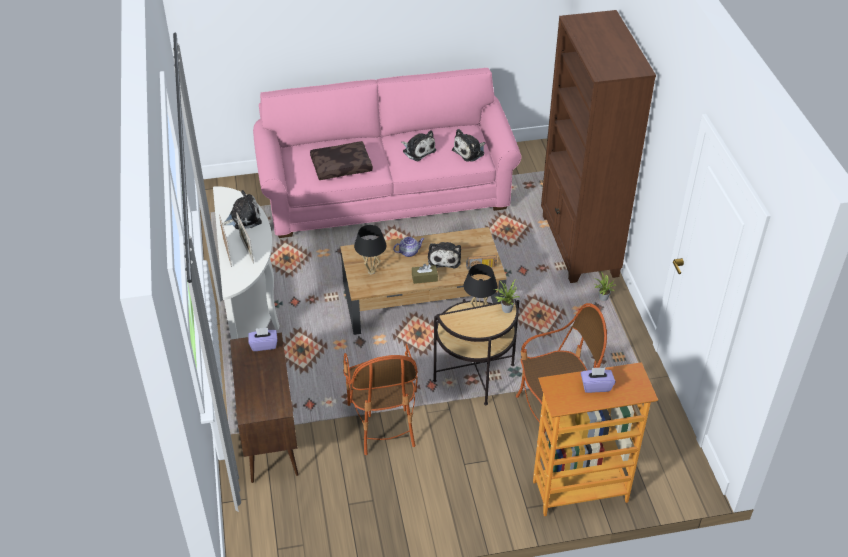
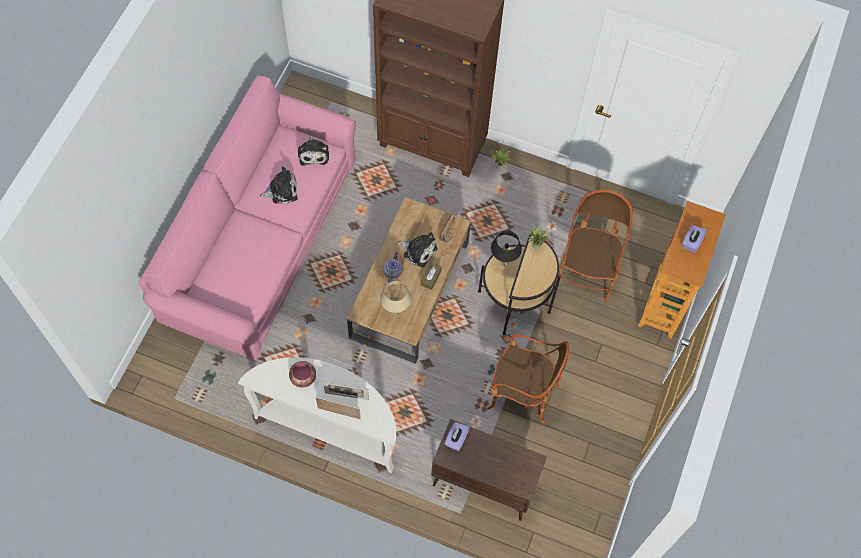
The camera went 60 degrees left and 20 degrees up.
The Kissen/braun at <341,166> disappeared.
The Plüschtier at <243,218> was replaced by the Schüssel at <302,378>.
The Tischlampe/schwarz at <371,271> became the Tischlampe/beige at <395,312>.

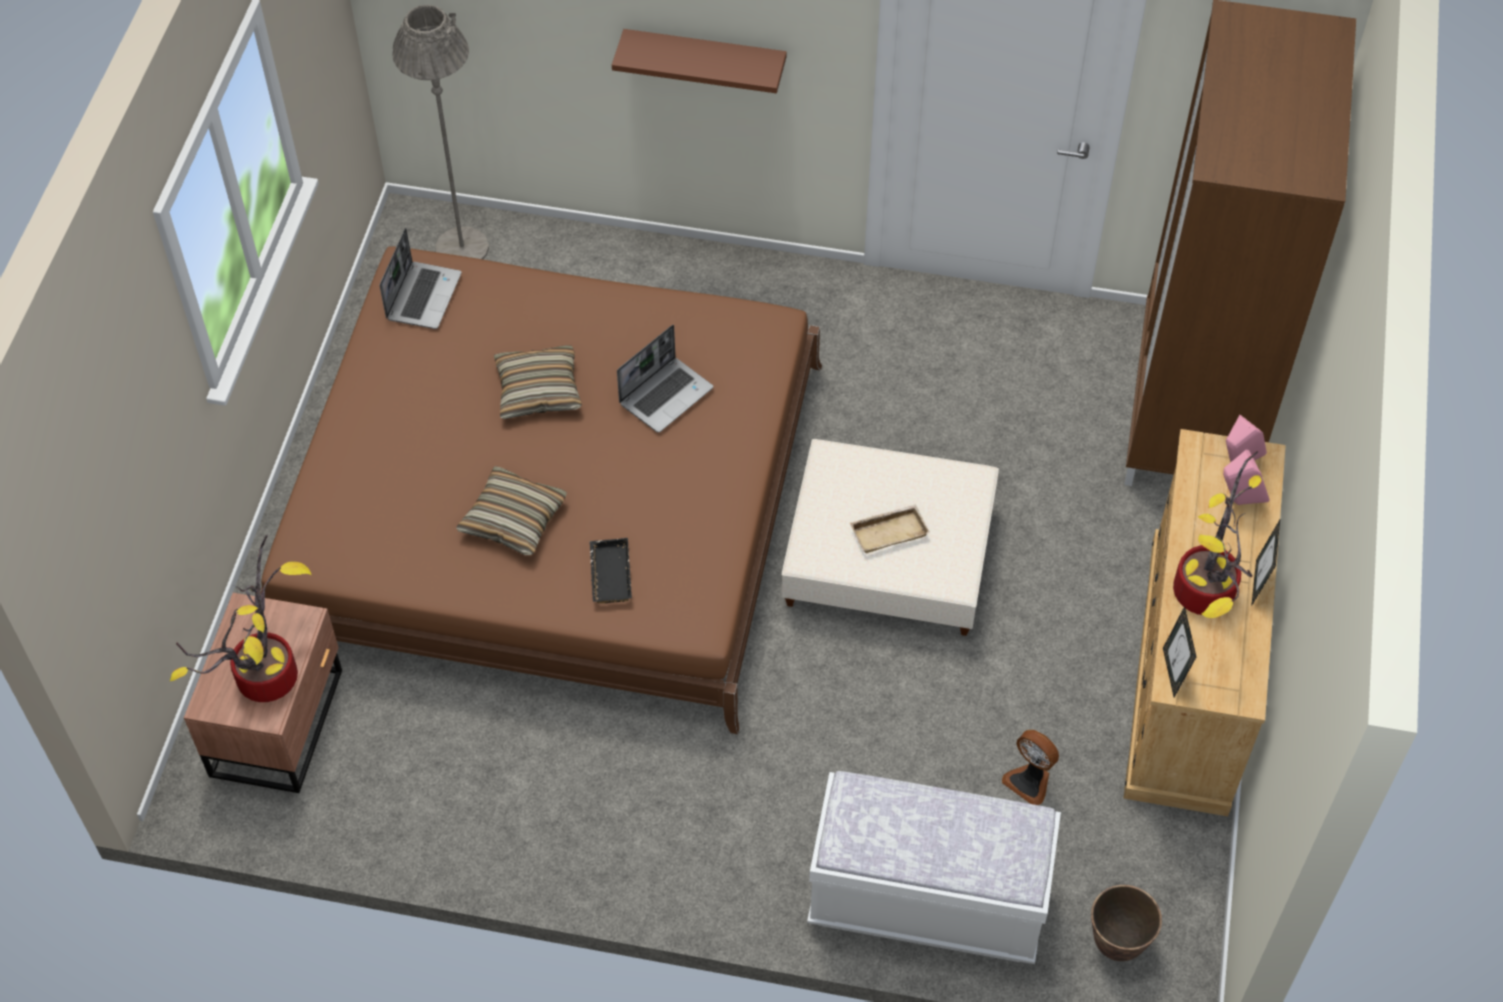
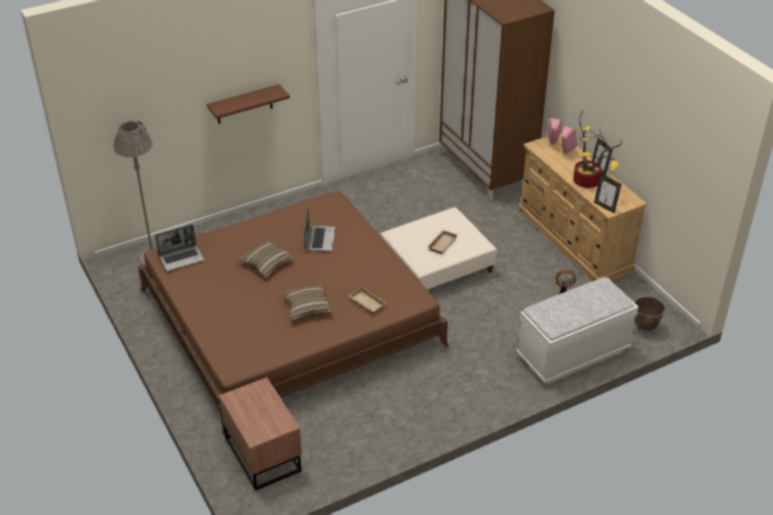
The camera went 40 degrees left and 15 degrees down.
The Laptop at <423,296> turned 90 degrees clockwise.
The Topfpflanze at <266,672> disappeared.
The Tablett/schwarz at <608,574> became the Tablett/beige at <366,303>.

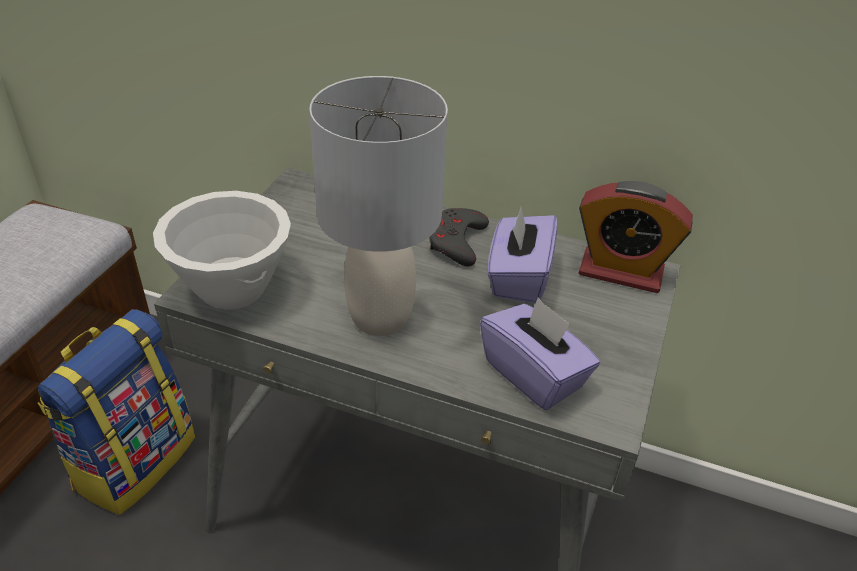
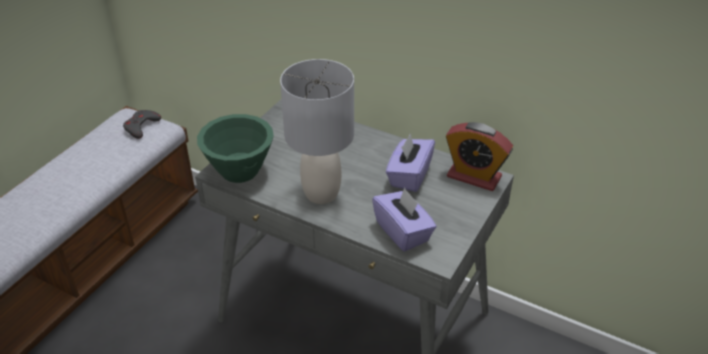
The camera went 10 degrees right and 0 degrees up.
The Schüssel/weiß at <232,289> became the Schüssel/grün at <239,171>.
The Gamepad/grau moved from <457,241> to <141,126>.
The Rucksack at <135,461> disappeared.

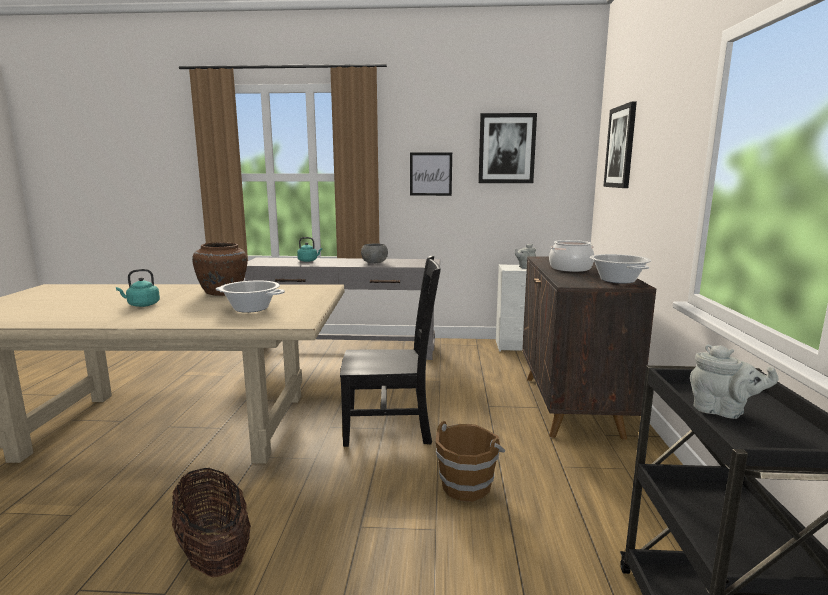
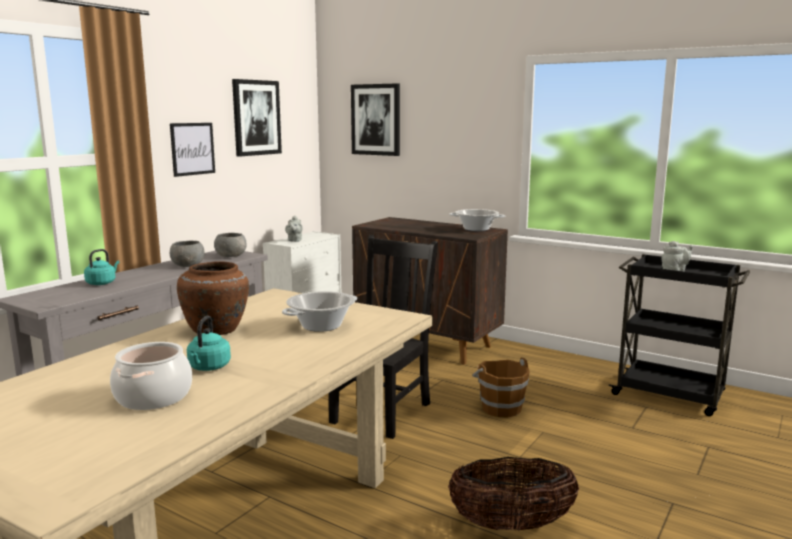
The camera went 60 degrees left and 0 degrees up.
The Kochtopf moved from <570,268> to <153,397>.
The Schüssel/grau at <231,256> appeared.

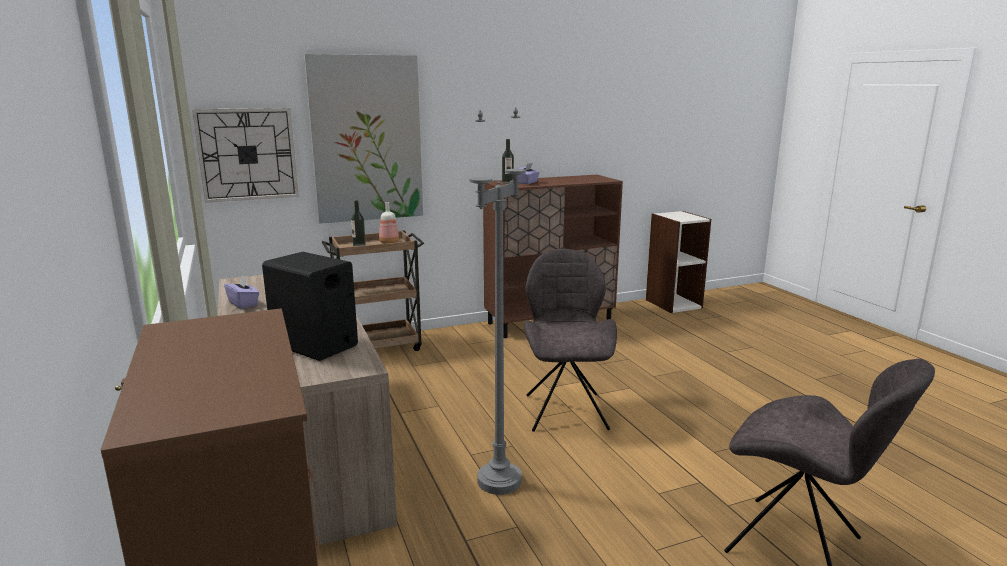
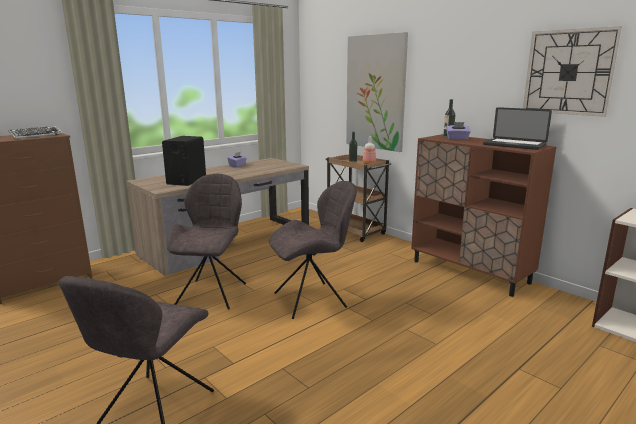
The camera went 70 degrees right and 0 degrees up.
The Wanduhr moved from <247,154> to <569,72>.
The Stehlampe/grau at <499,481> was replaced by the Stuhl/grau at <213,293>.
The Laptop at <514,145> appeared.
The Tastatur at <36,135> appeared.

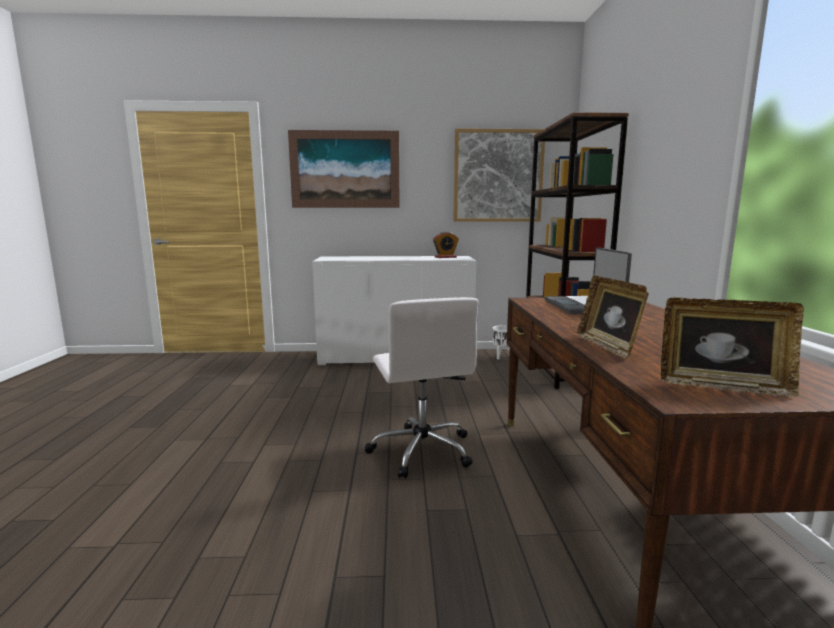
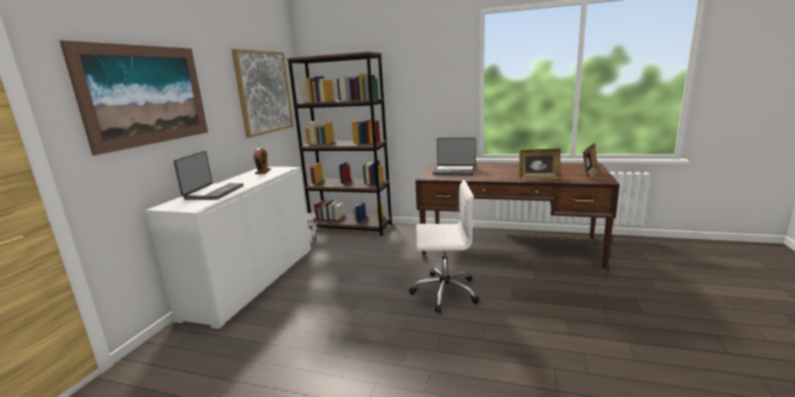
The camera went 70 degrees left and 5 degrees up.
The Laptop at <213,192> appeared.

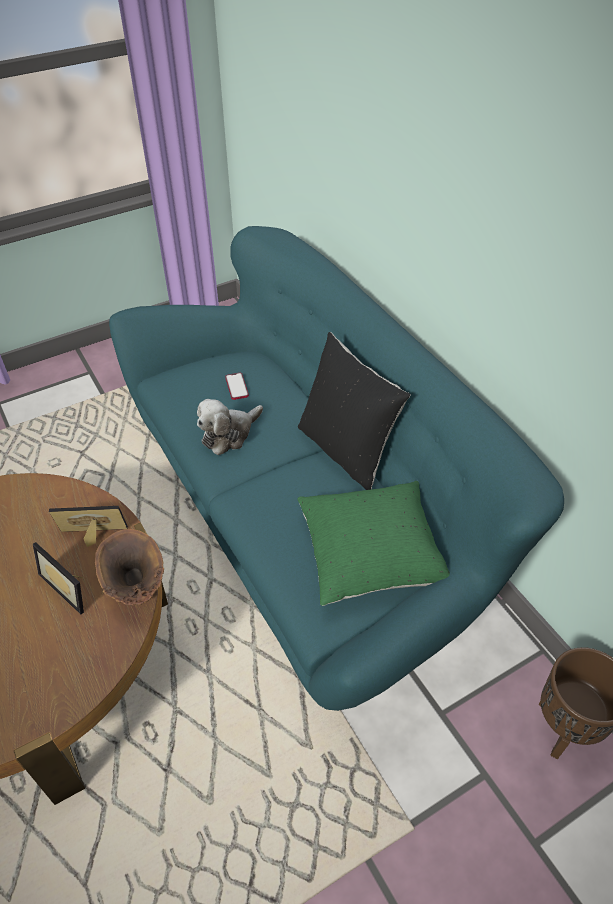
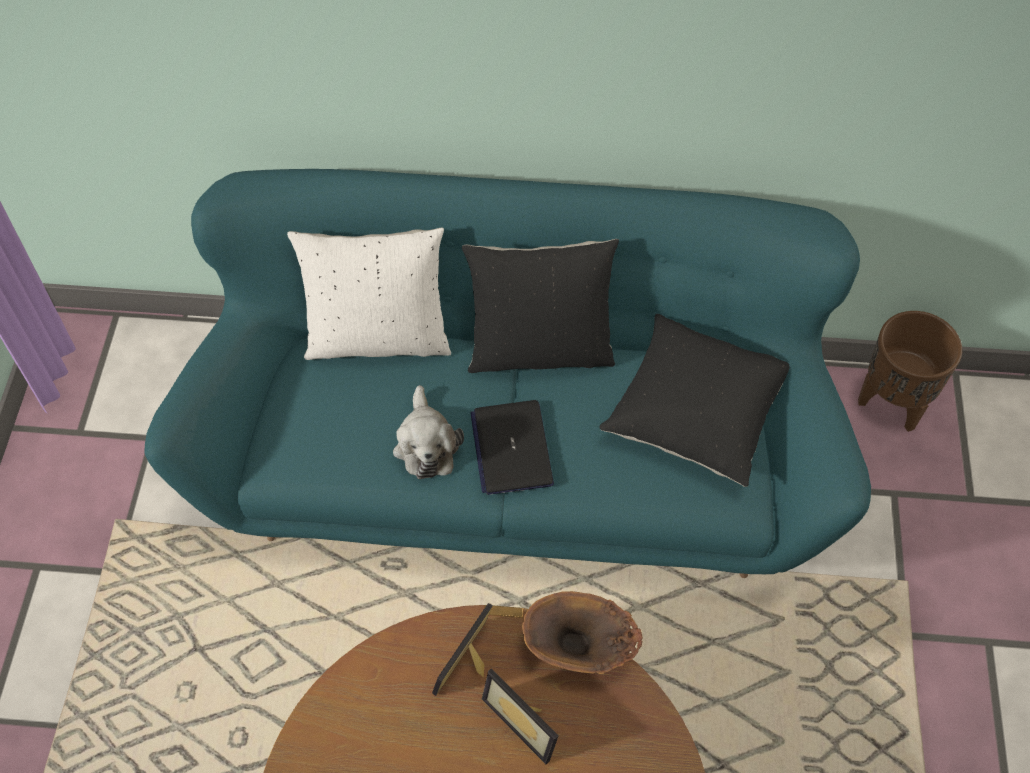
The camera went 55 degrees left and 10 degrees up.
The Handy at <236,387> disappeared.
The Kissen/grün at <370,555> became the Kissen/schwarz at <695,414>.
The Bilderrahmen at <70,585> turned 60 degrees clockwise.
The Kissen/weiß at <378,337> appeared.
The Laptop at <511,448> appeared.

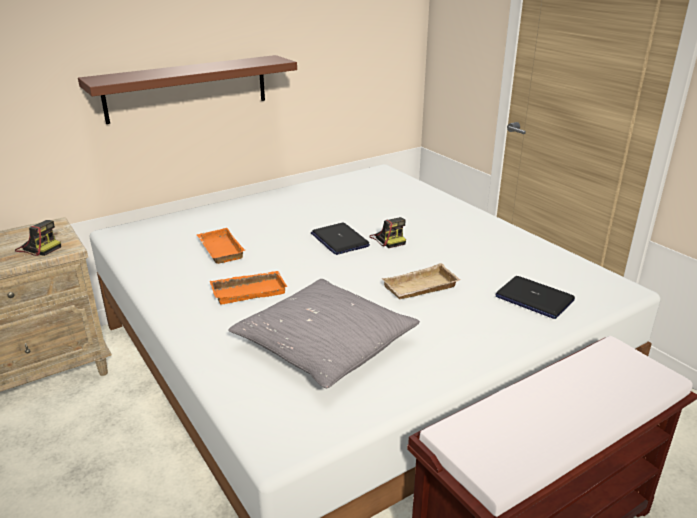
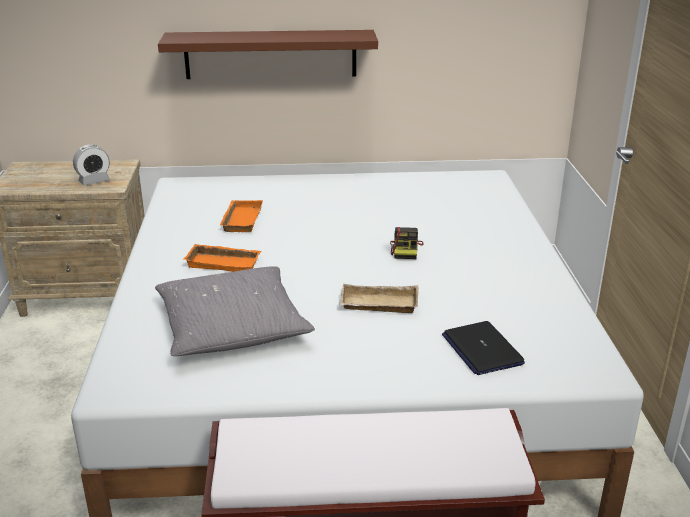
The camera went 30 degrees right and 0 degrees up.
The Kamera at <39,248> was replaced by the Wecker at <94,181>.
The Laptop at <339,240> disappeared.

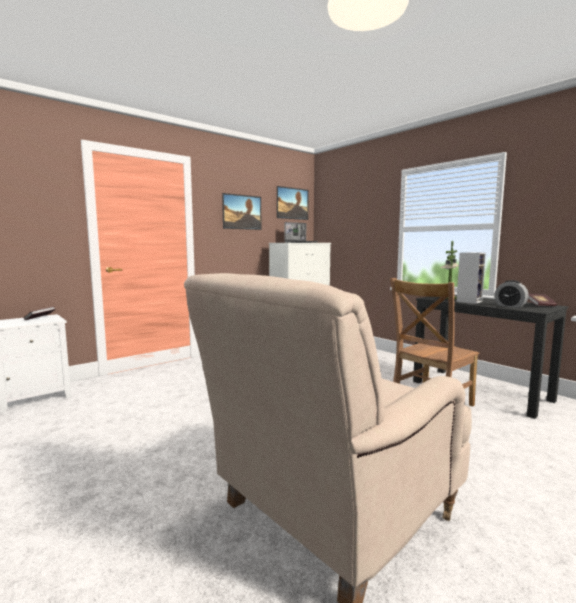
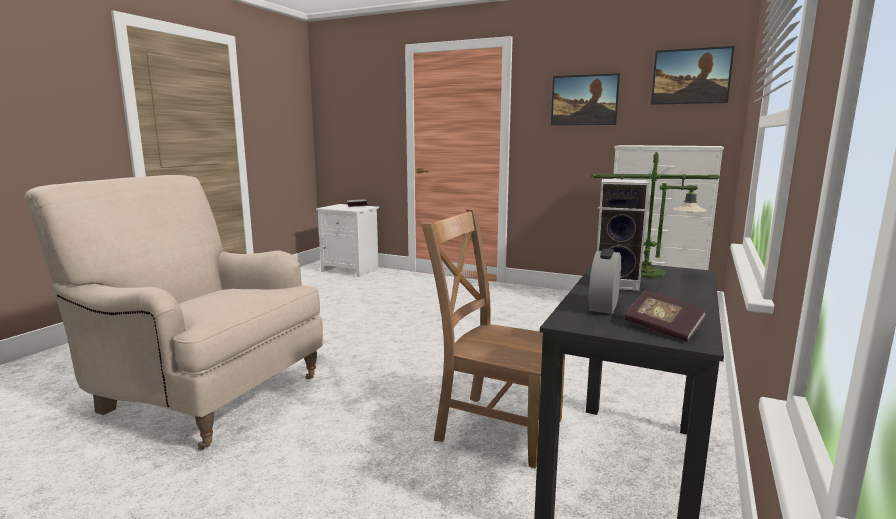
The camera went 65 degrees right and 5 degrees up.
The Laptop at <301,242> disappeared.

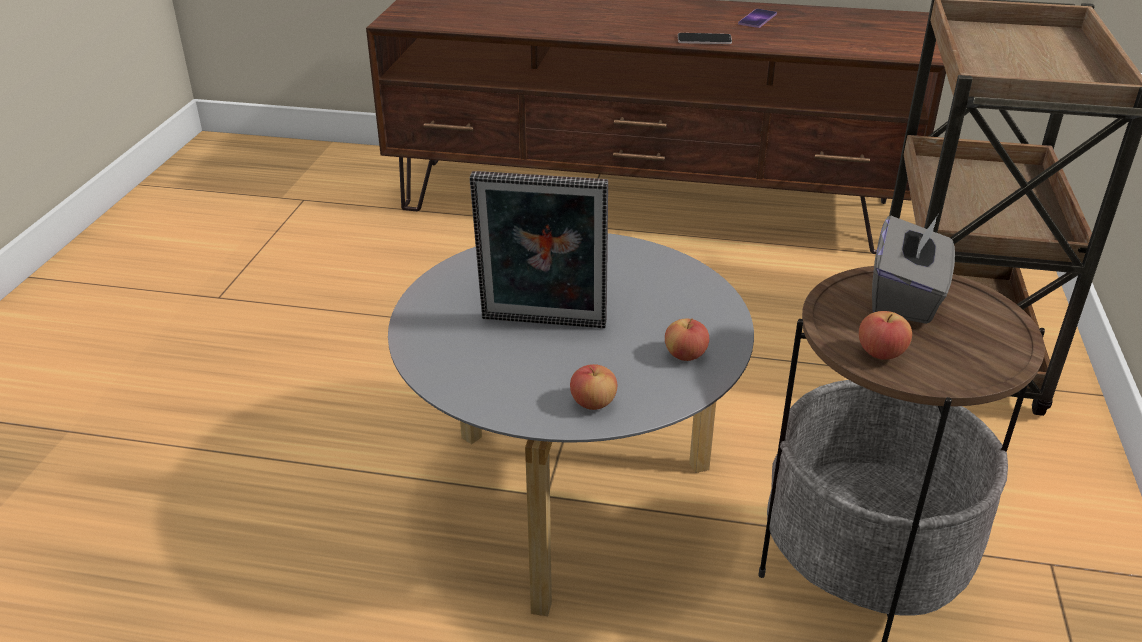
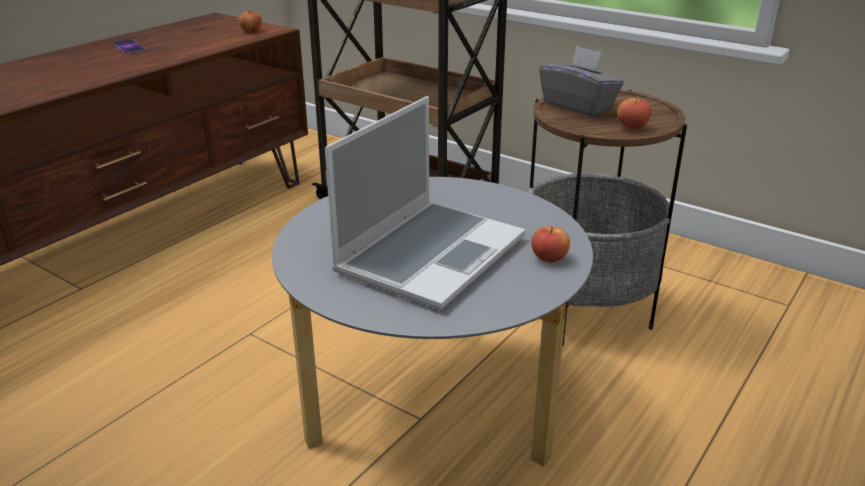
The camera went 65 degrees left and 5 degrees down.
The Handy at <704,40> disappeared.
The Bilderrahmen at <542,325> was replaced by the Laptop at <430,254>.
The Apfel moved from <685,355> to <251,31>.

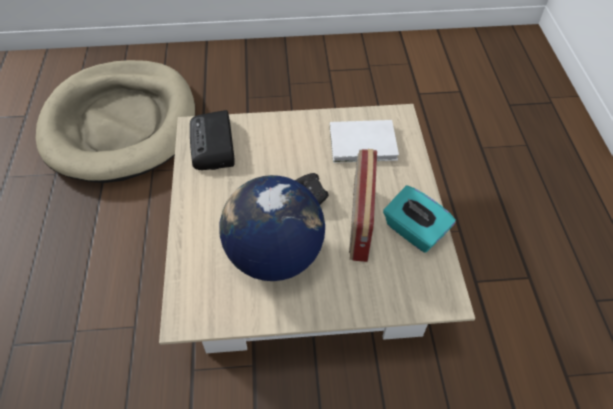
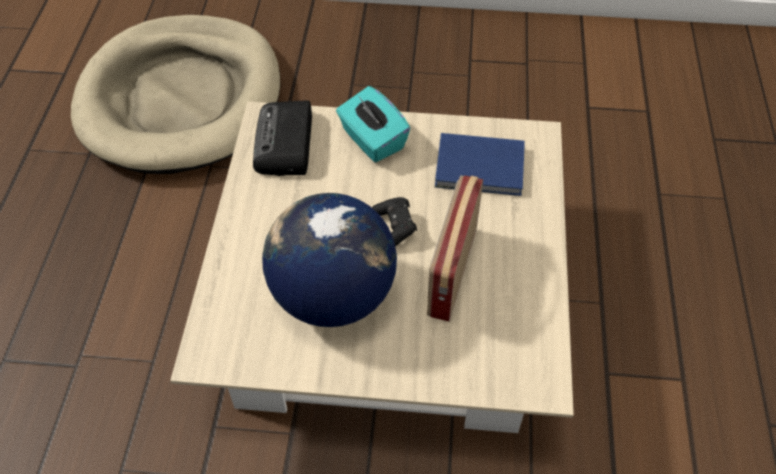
The camera went 10 degrees right and 0 degrees up.
The Buch/weiß at <364,144> became the Buch/blau at <482,168>.
The Taschentuchbox/türkis moved from <414,231> to <372,140>.

